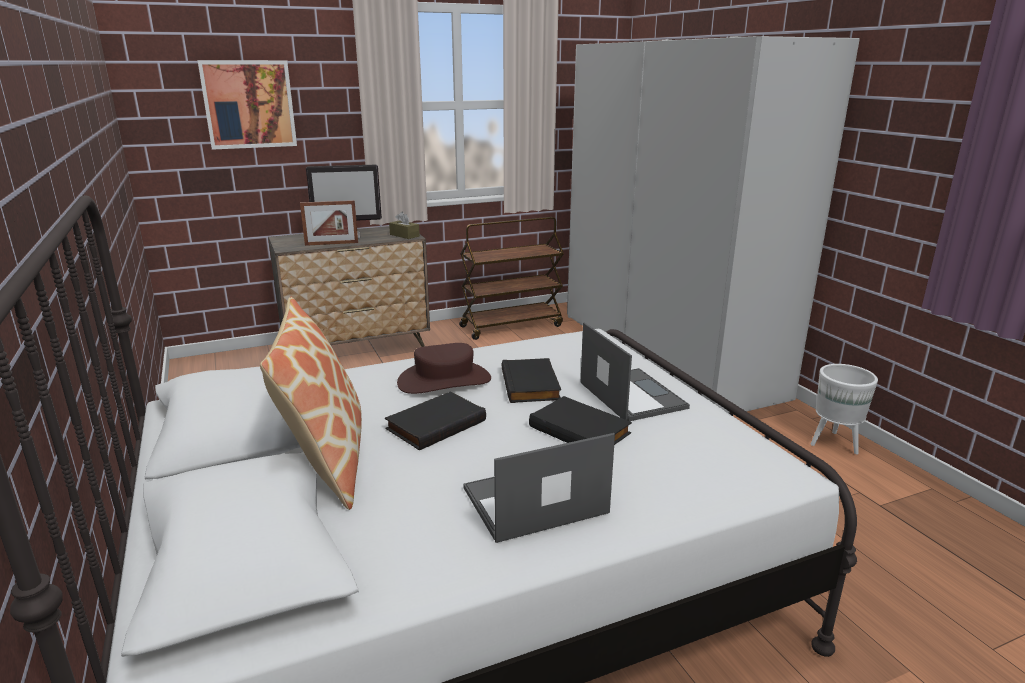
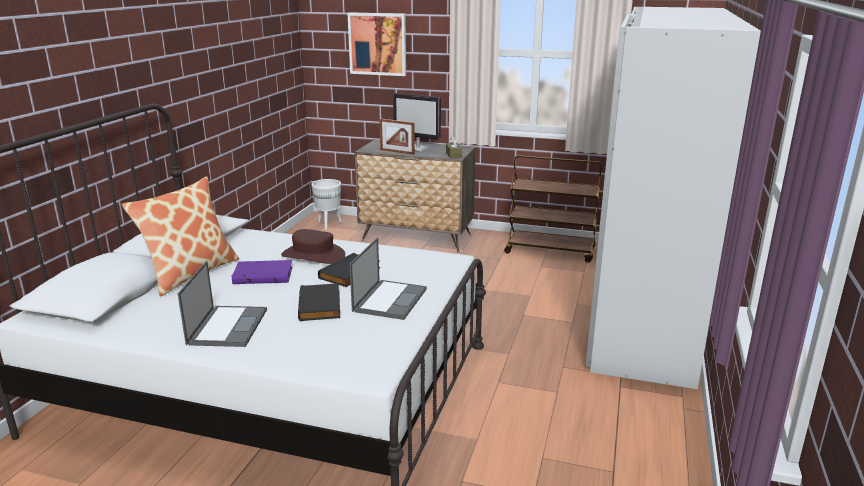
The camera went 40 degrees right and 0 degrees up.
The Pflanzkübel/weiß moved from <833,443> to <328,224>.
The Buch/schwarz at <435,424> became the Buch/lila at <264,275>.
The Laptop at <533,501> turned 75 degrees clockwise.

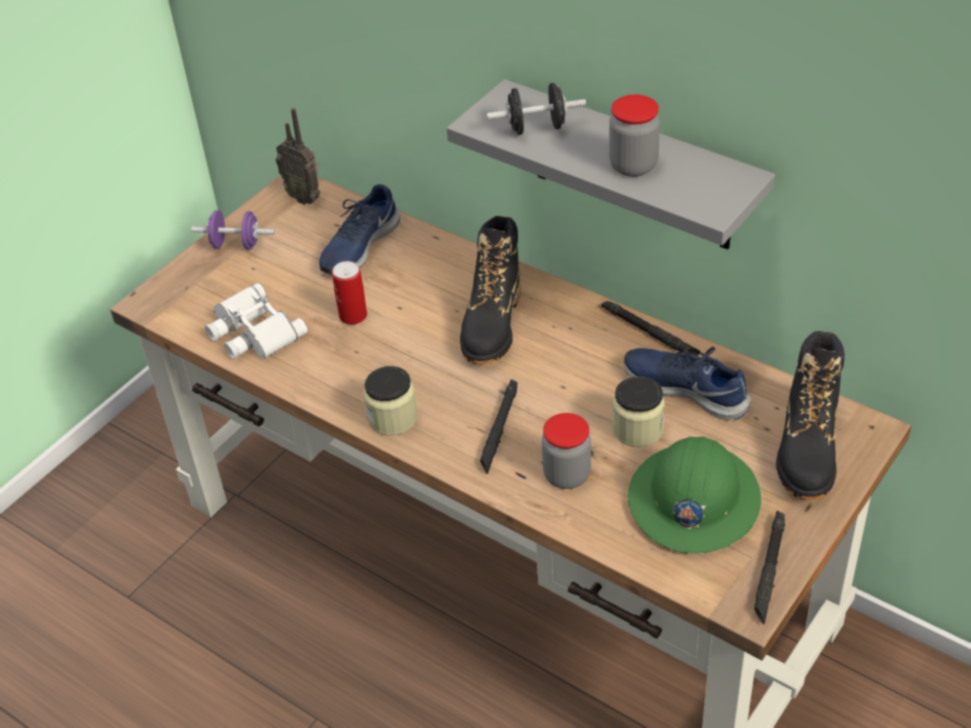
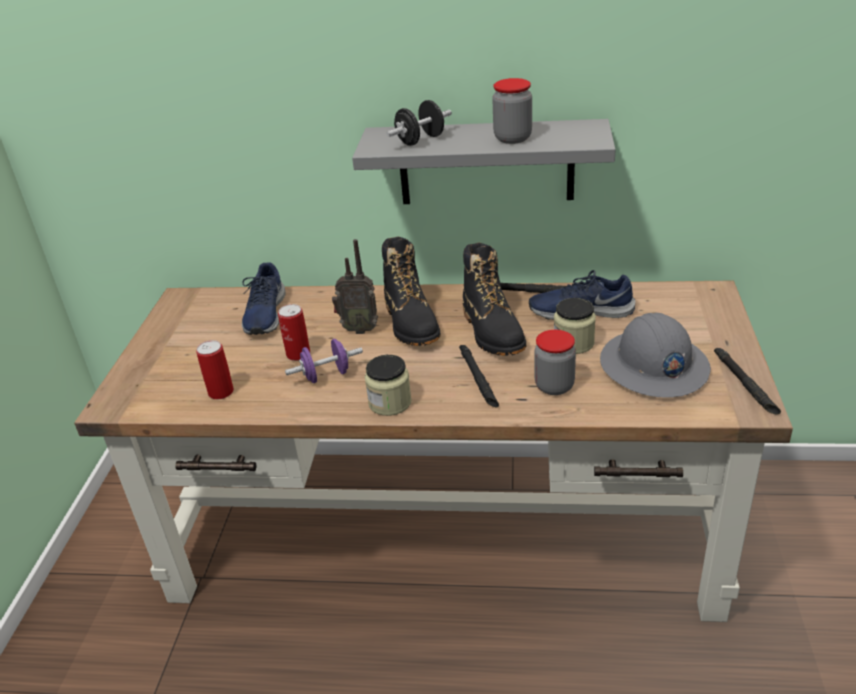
The camera went 30 degrees left and 10 degrees down.
The Radio moved from <305,197> to <359,329>.
The Hantel/lila moved from <236,245> to <326,375>.
The Fernglas/weiß at <252,331> was replaced by the Dose at <221,392>.
The Stiefel/schwarz moved from <808,450> to <492,332>.
The Schutzhelm/grün at <693,500> became the Schutzhelm/grau at <653,366>.

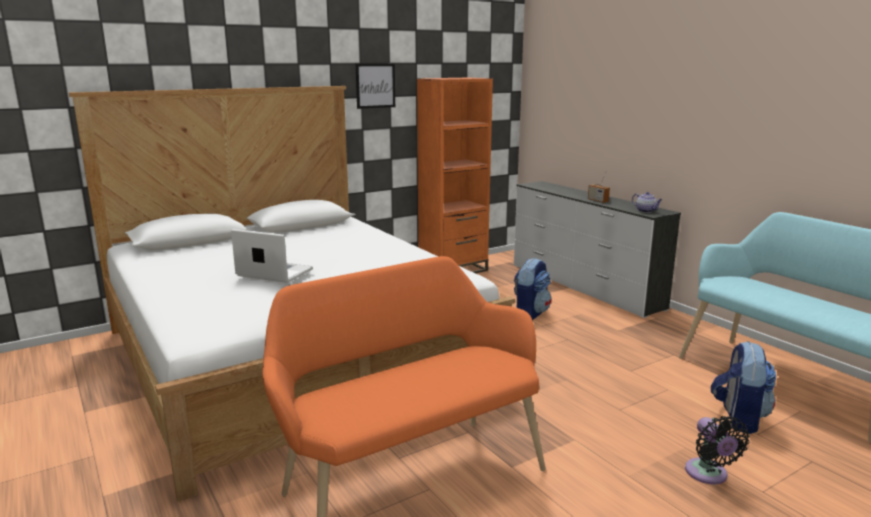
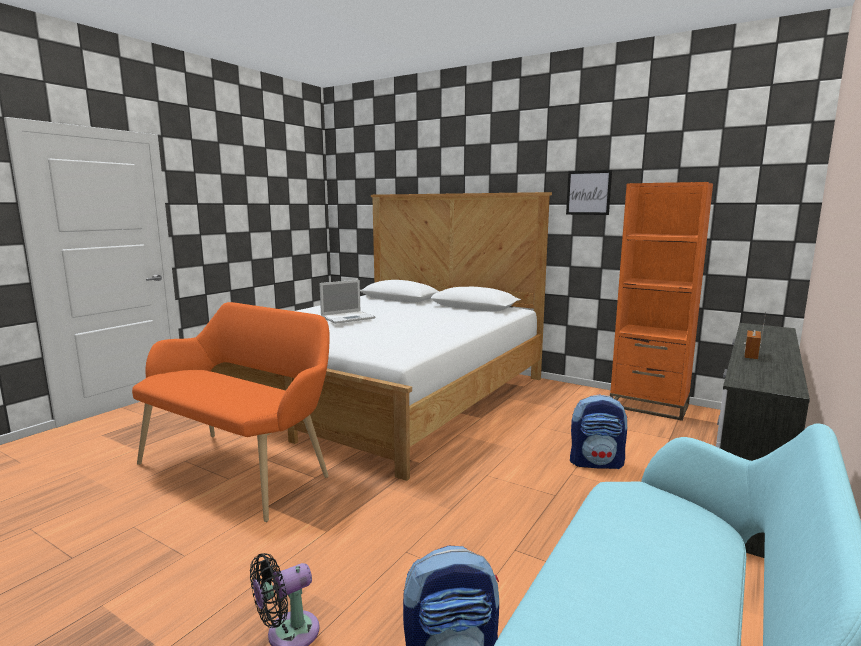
The camera went 65 degrees right and 5 degrees down.
The Teekanne at <646,211> disappeared.
The Laptop at <273,272> turned 60 degrees clockwise.

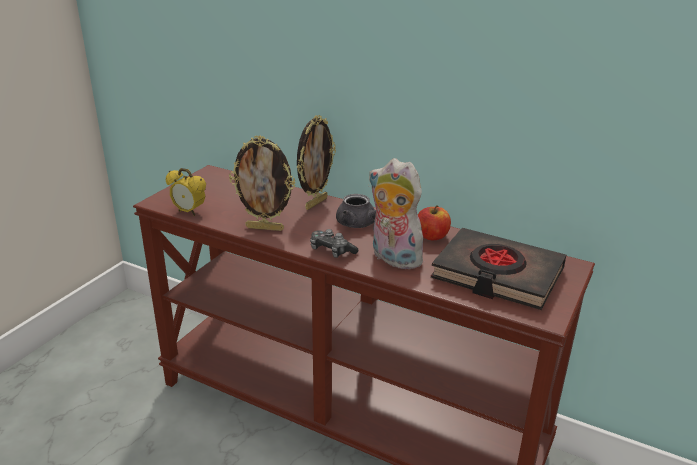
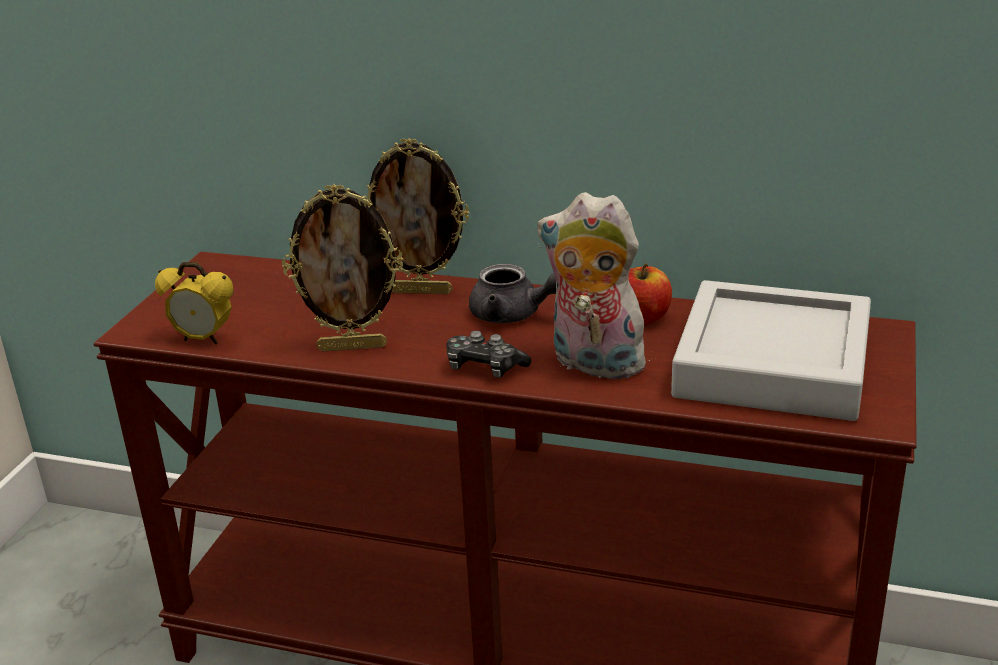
The camera went 10 degrees left and 0 degrees up.
The Bilderrahmen at <315,203> turned 75 degrees clockwise.
The Buch/schwarz at <497,275> was replaced by the Tablett/grau at <772,364>.

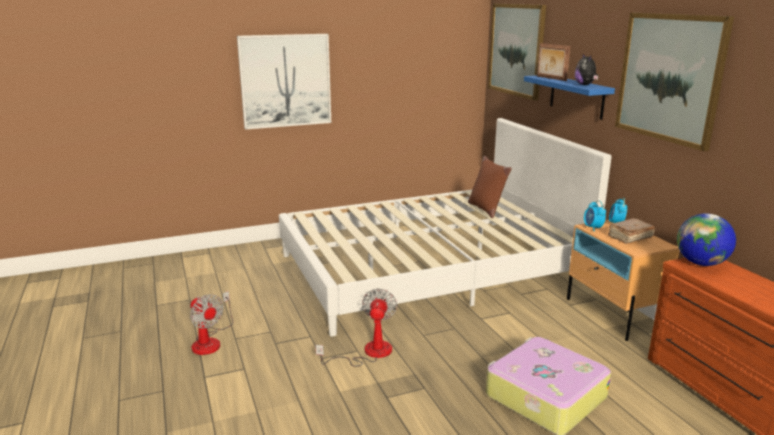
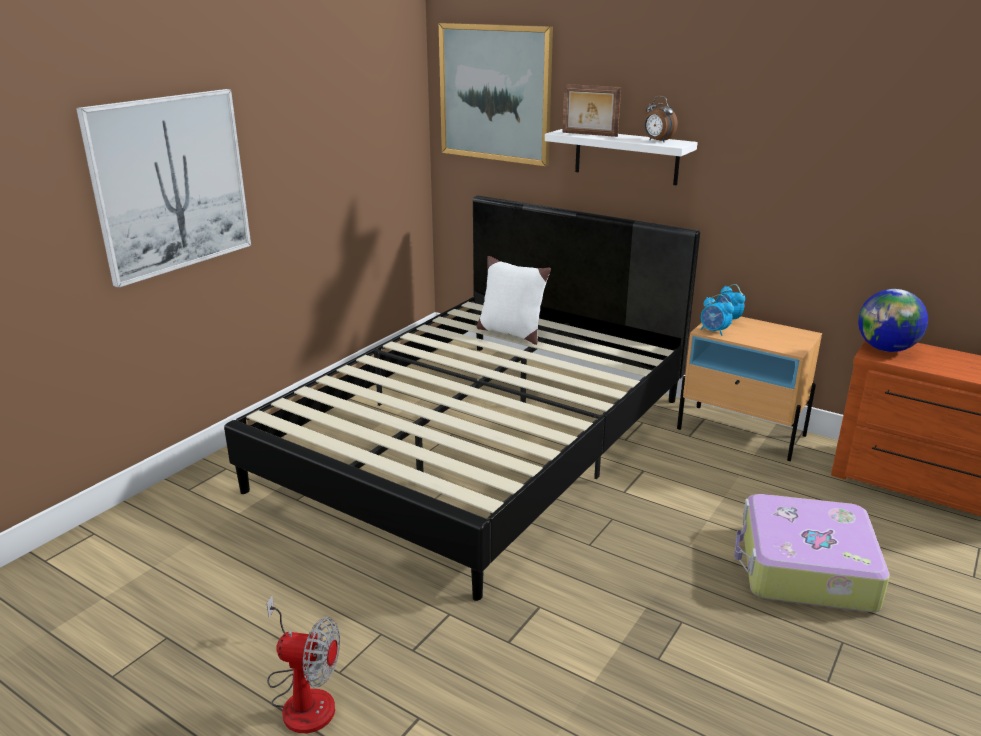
The camera went 35 degrees left and 5 degrees up.
The Bild at <669,78> disappeared.
The Plüschtier at <585,85> was replaced by the Wecker at <657,141>.
The Wandregal/blau at <576,96> became the Wandregal/weiß at <626,156>.
The Bett/weiß at <430,269> became the Bett/schwarz at <481,441>.
The Kissen/braun at <486,209> became the Kissen/weiß at <510,332>.
The Buch/braun at <629,237> disappeared.
The Ventilator at <368,353> disappeared.

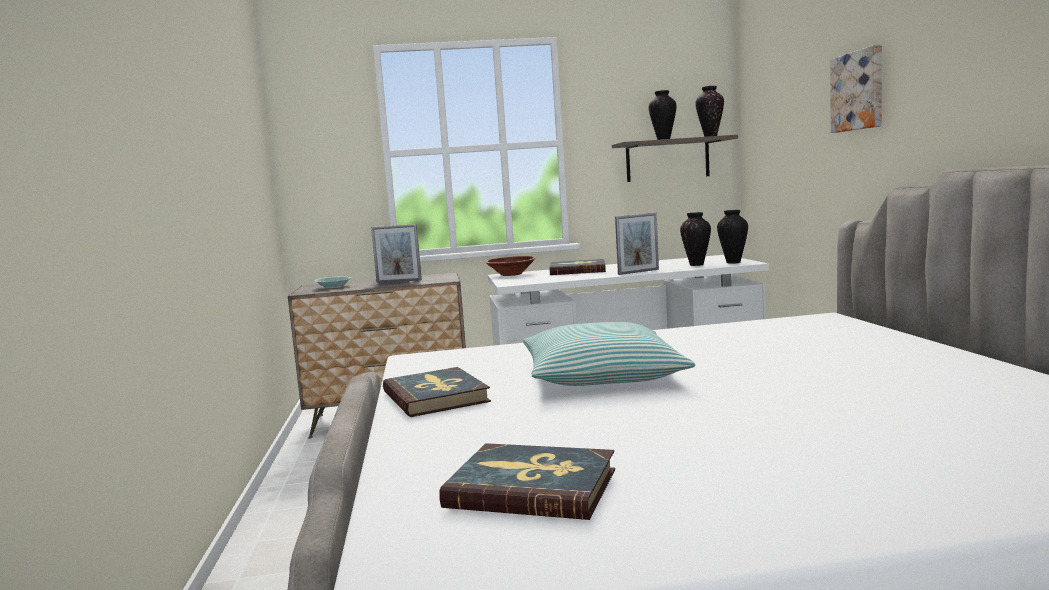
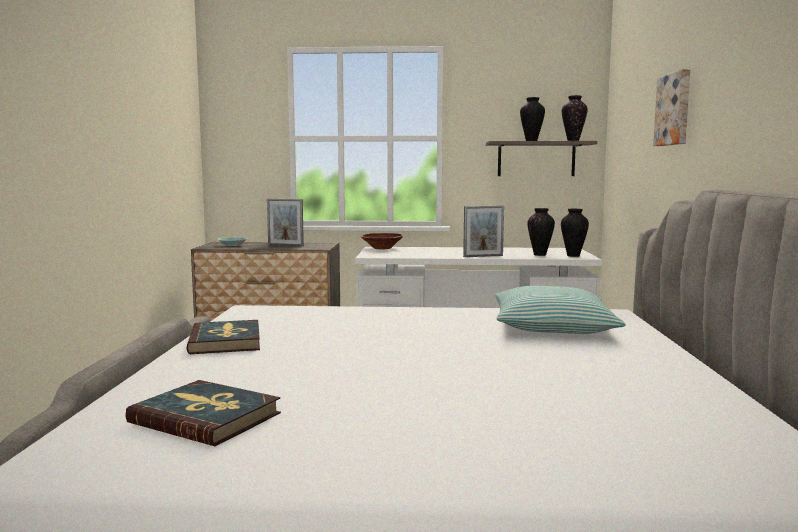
The camera went 10 degrees right and 0 degrees up.
The Buch at <577,270> disappeared.
The Kissen moved from <601,375> to <552,326>.

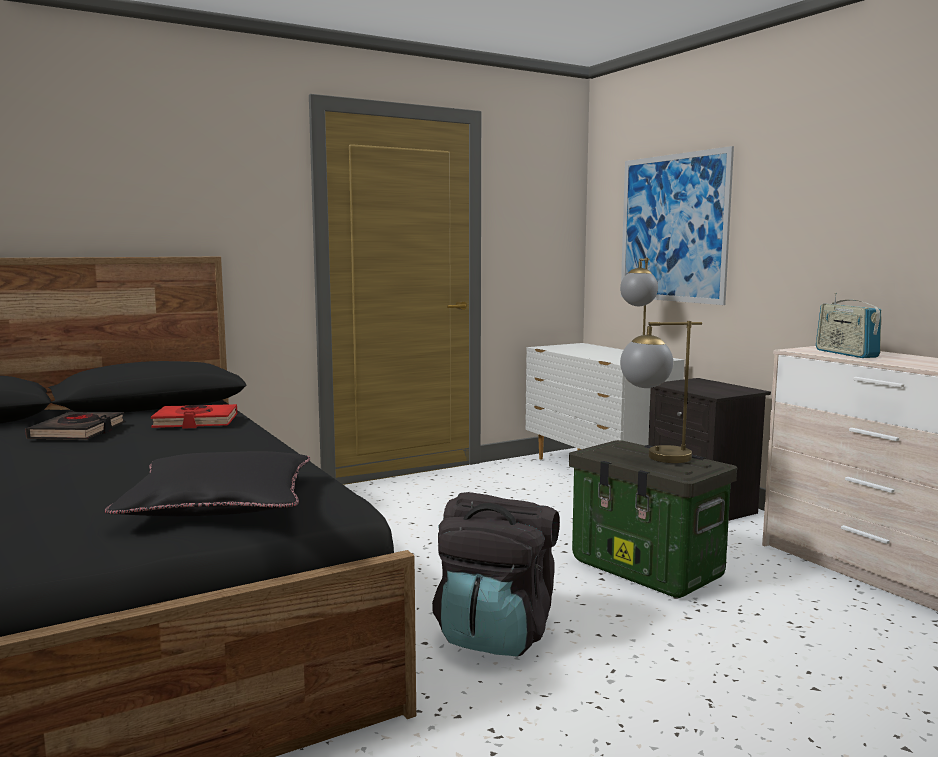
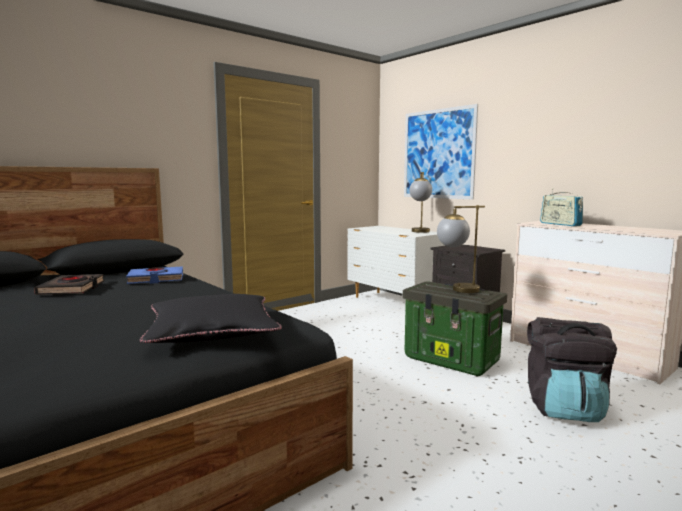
The camera went 10 degrees left and 0 degrees up.
The Buch/rot at <195,422> became the Buch/blau at <156,279>.
The Rucksack/schwarz moved from <496,633> to <564,408>.

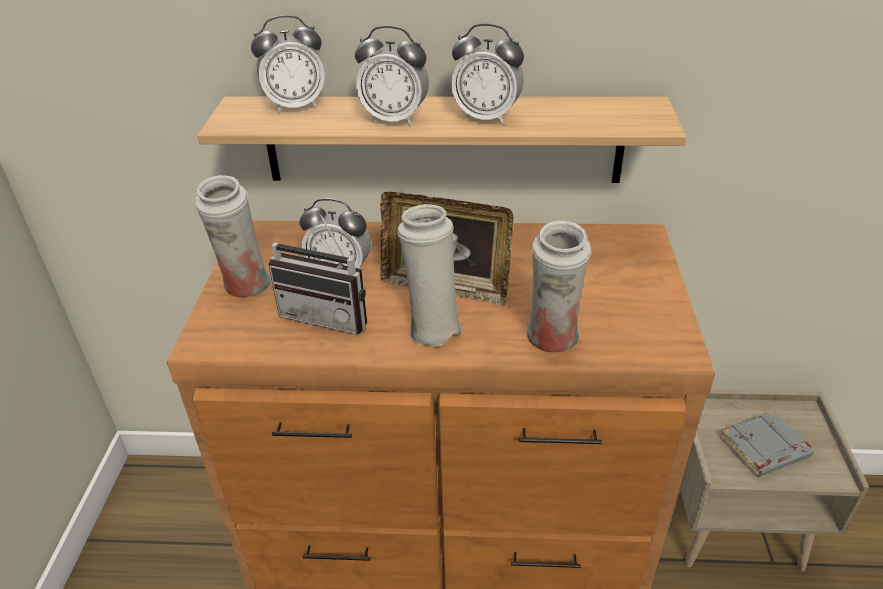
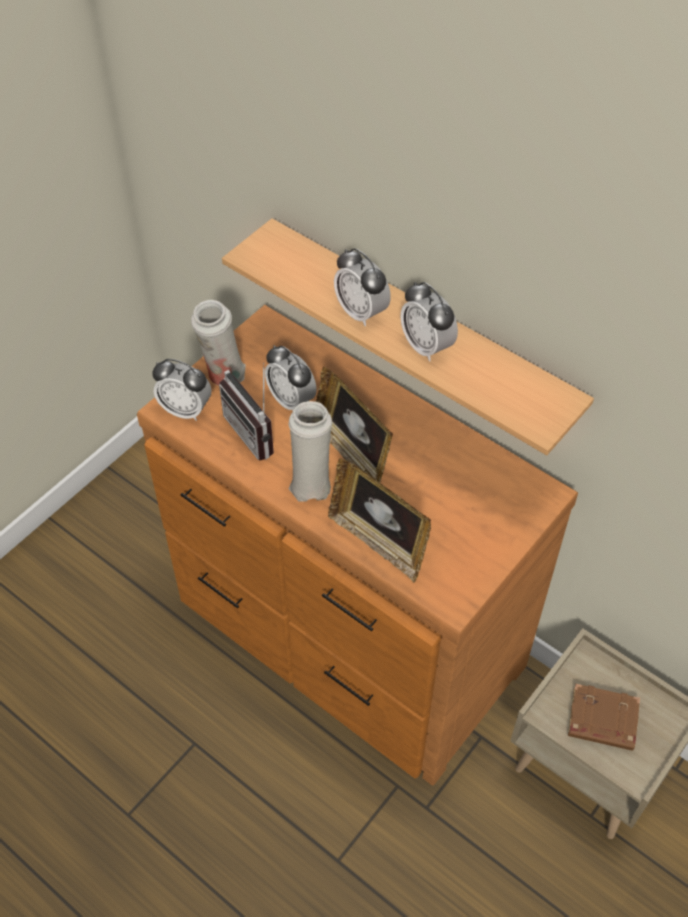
The camera went 35 degrees right and 15 degrees up.
The Wecker moved from <295,106> to <186,410>.
The Vase/weiß at <552,340> was replaced by the Bilderrahmen at <378,542>.
The Buch/grau at <764,450> became the Buch/braun at <601,720>.

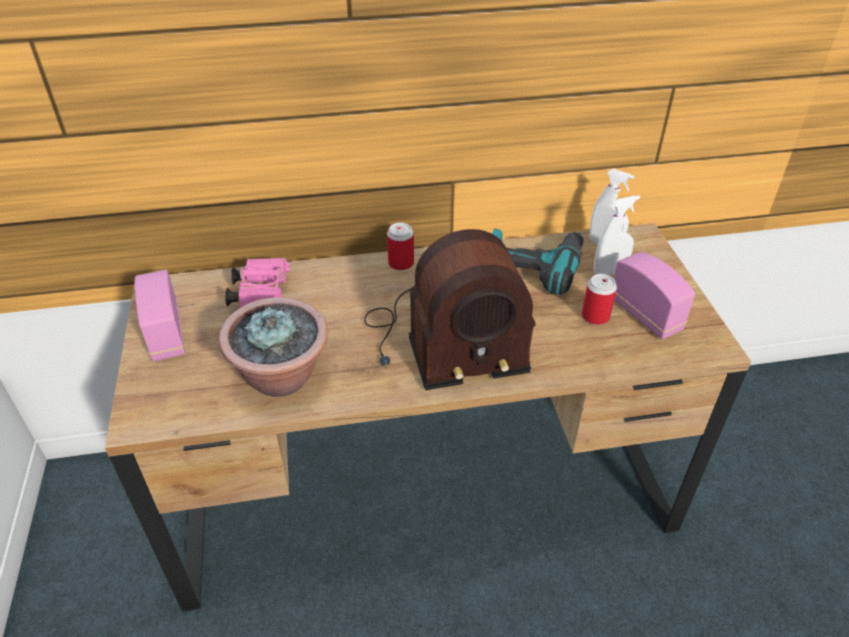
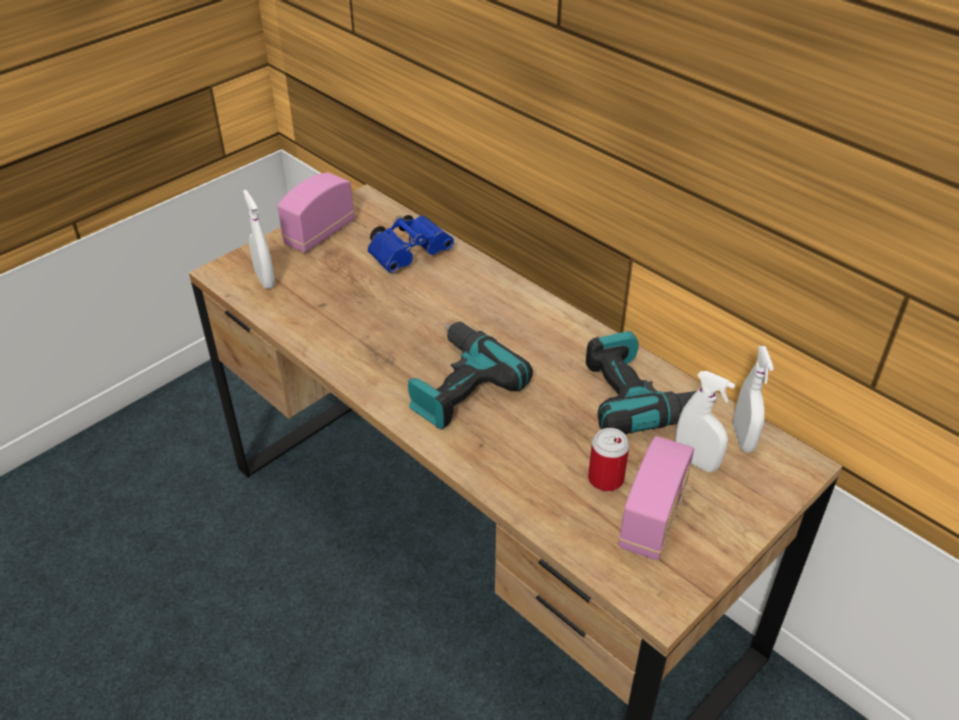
The camera went 55 degrees right and 0 degrees up.
The Dose at <401,263> disappeared.
The Radio at <442,341> was replaced by the Bohrmaschine at <458,385>.
The Fernglas/rosa at <262,295> became the Fernglas/blau at <410,254>.
The Topfpflanze at <282,377> disappeared.
The Sprühflasche/weiß at <265,279> appeared.

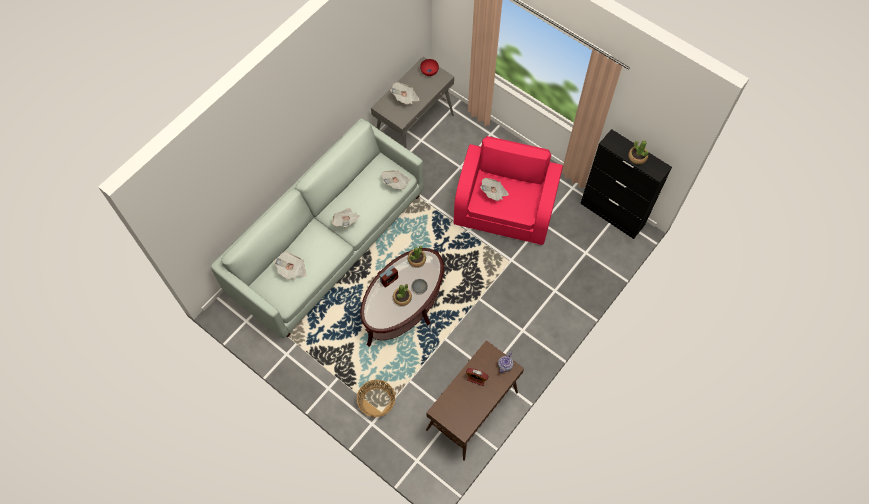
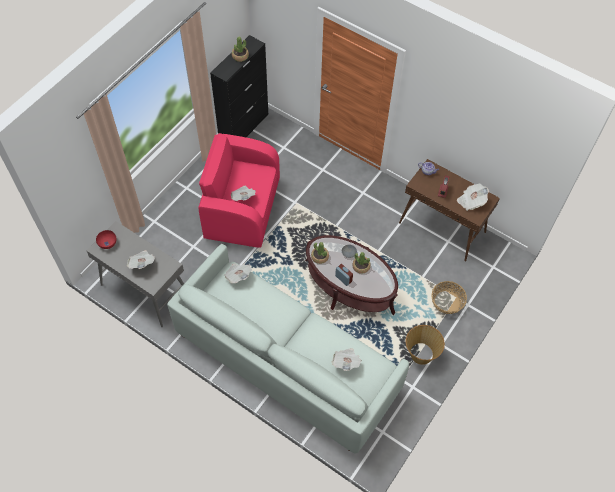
The camera went 95 degrees left and 5 degrees down.
The Zeitung moved from <346,221> to <471,201>.
The Korb at <421,353> appeared.

